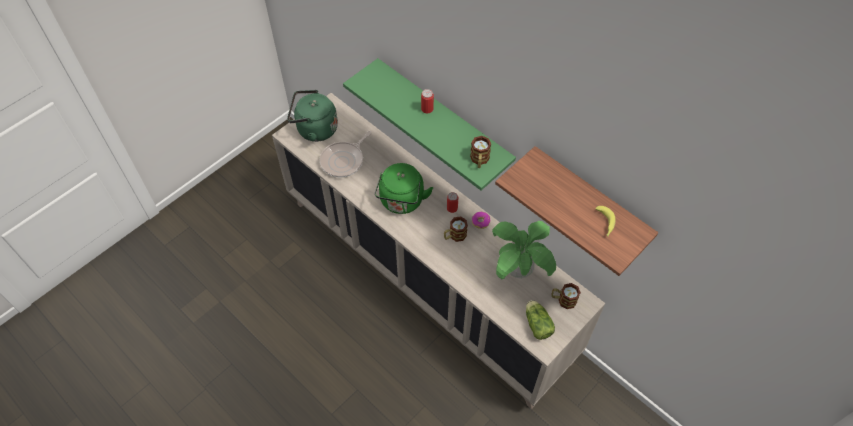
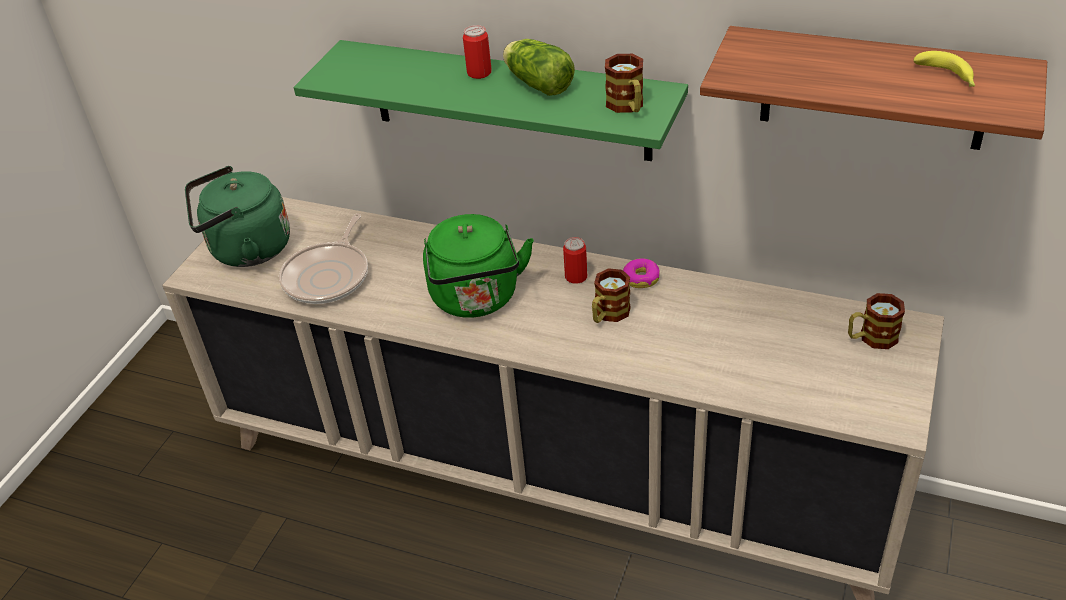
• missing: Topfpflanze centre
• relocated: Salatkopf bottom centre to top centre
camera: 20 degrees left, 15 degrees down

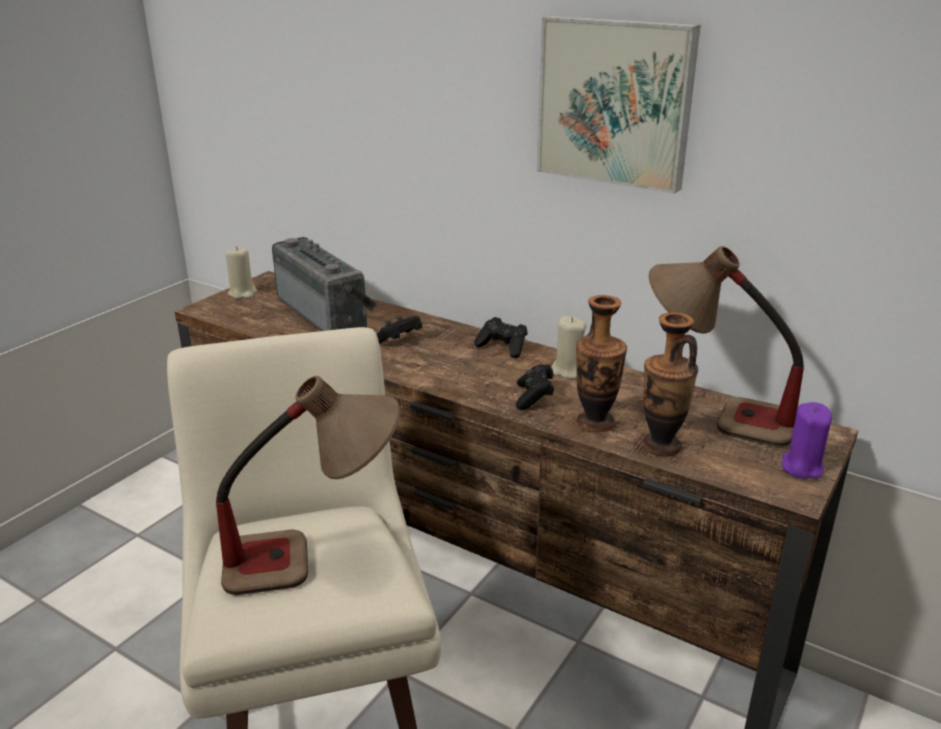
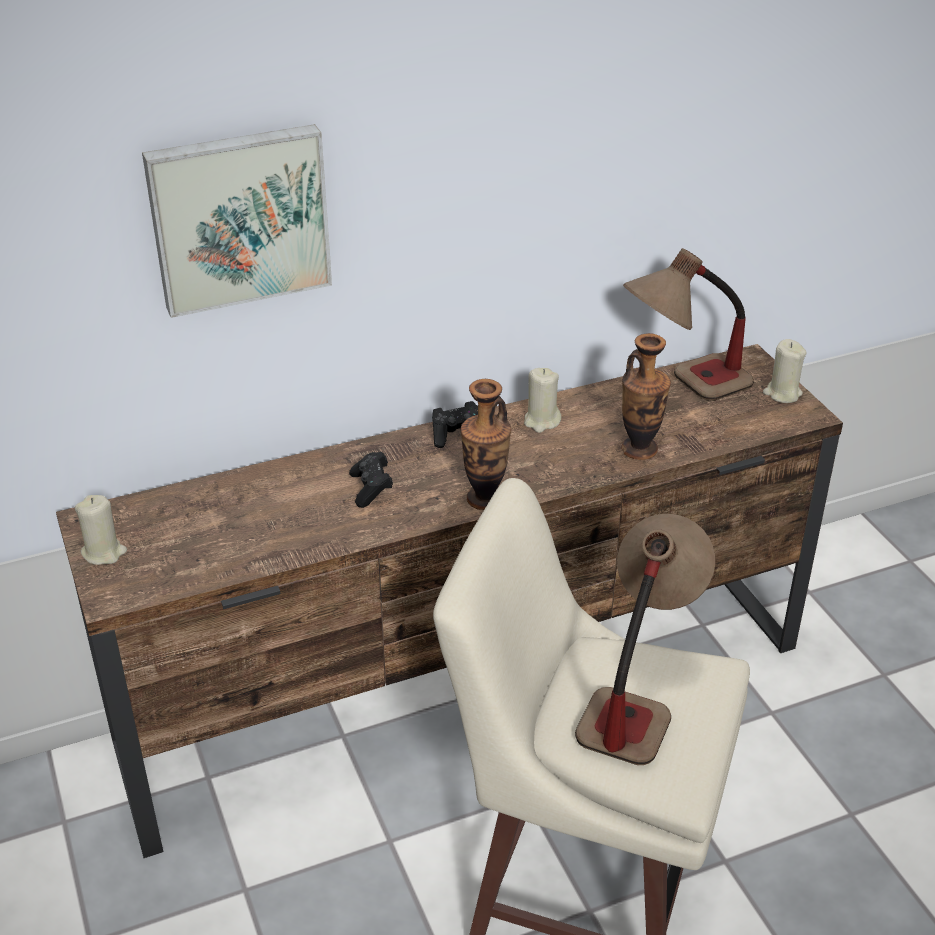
• relocated: Bild top centre to top left
• missing: Radio centre
• relocated: Vase (no. 2 from left in the first image) middle right to Vase (no. 1 from left) centre
• missing: Gamepad/schwarz (no. 3 from left) centre
• colour: Kerze/lila middle right to Kerze/beige (no. 3 from left) middle right
camera: 55 degrees left, 10 degrees up

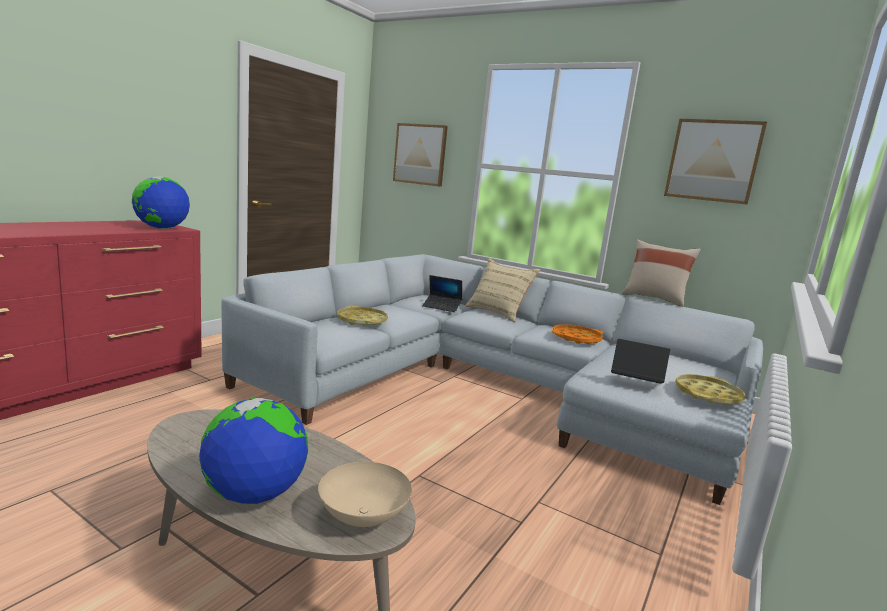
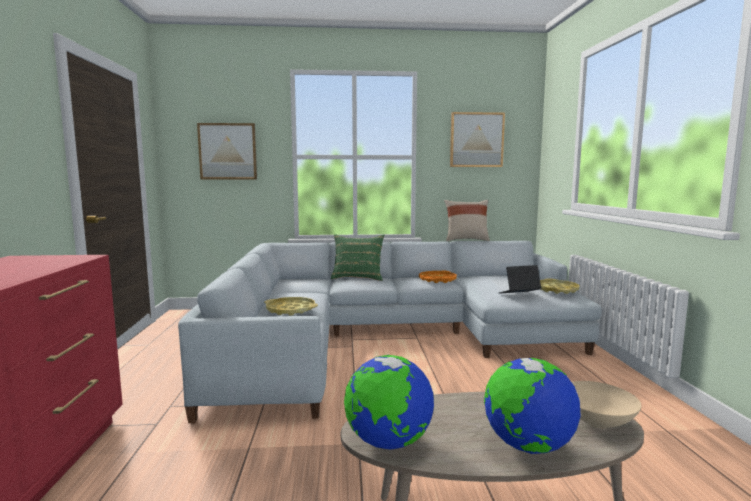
• relocated: Globus (no. 1 from left) top left to bottom centre
• colour: Kissen/beige (no. 1 from left) centre to Kissen/grün centre
• missing: Laptop (no. 1 from left) centre
camera: 35 degrees left, 5 degrees down

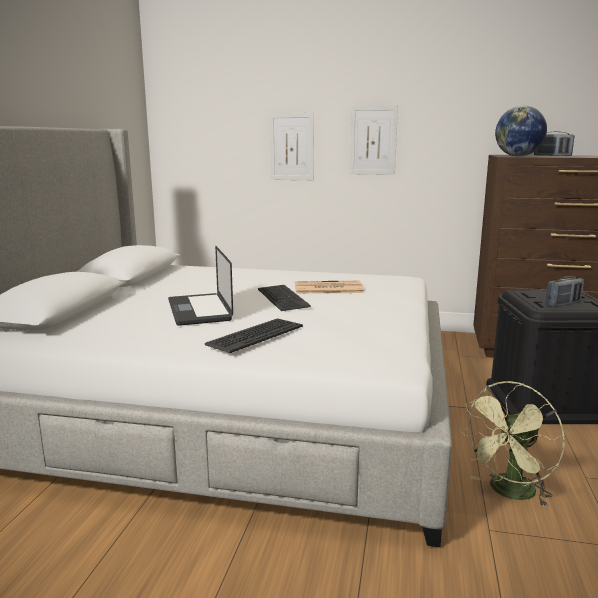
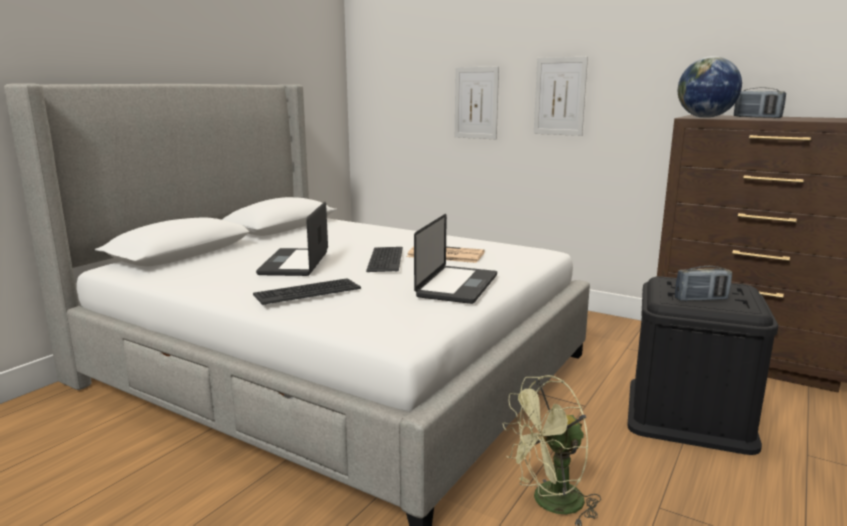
• appeared: Laptop (no. 2 from left) centre
camera: 20 degrees right, 0 degrees up

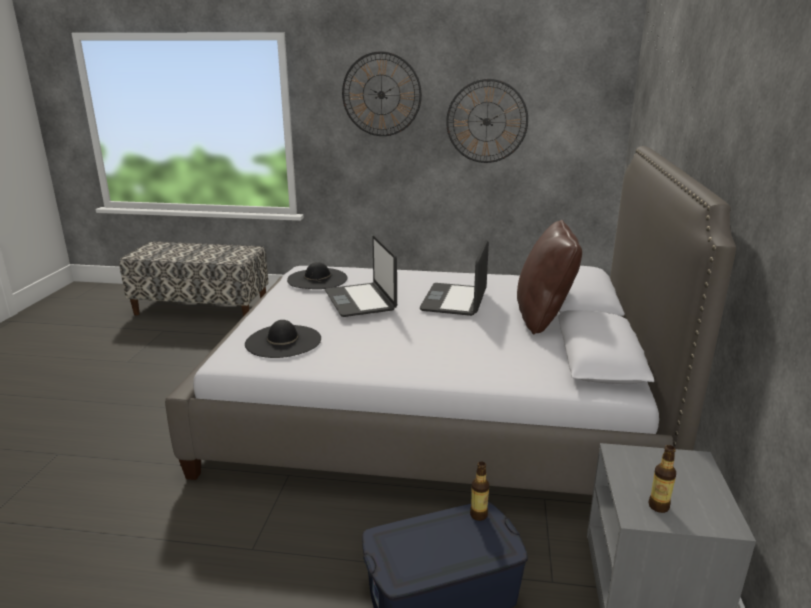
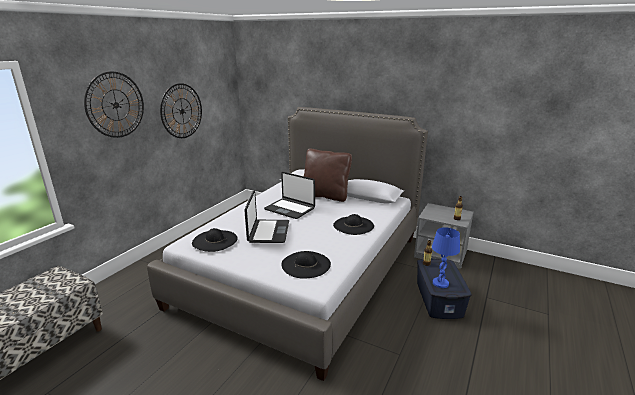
• spun: Laptop (no. 1 from left) centre = centre 90 degrees counterclockwise
• appeared: Hut/schwarz (no. 3 from left) centre
• appeared: Tischlampe/blau middle right
camera: 70 degrees left, 0 degrees up

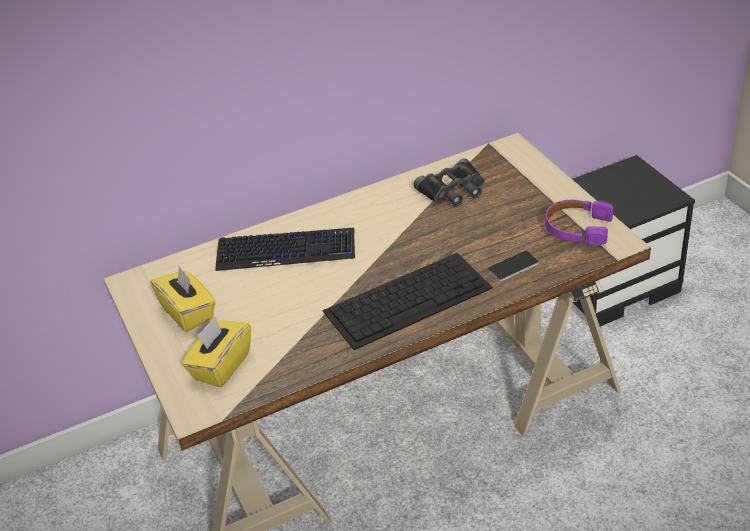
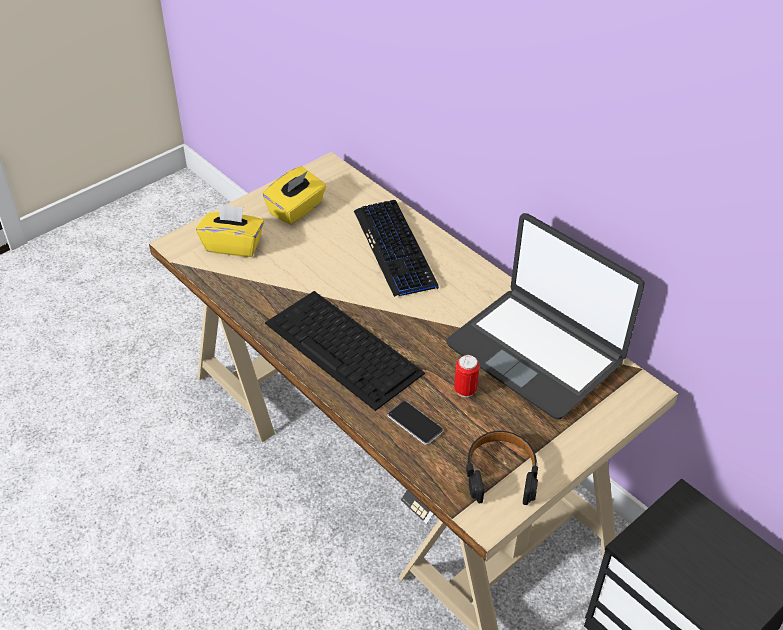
• exchanged: Fernglas/schwarz centre to Laptop middle right
• colour: Kopfhörer/lila middle right to Kopfhörer/schwarz bottom centre
• appeared: Dose centre
camera: 70 degrees right, 5 degrees up

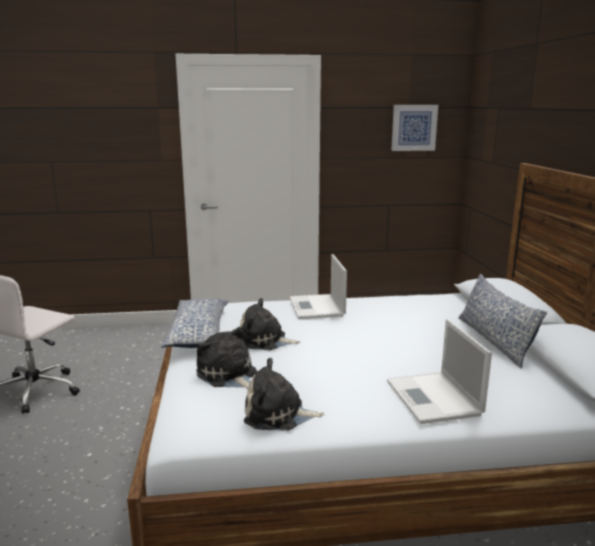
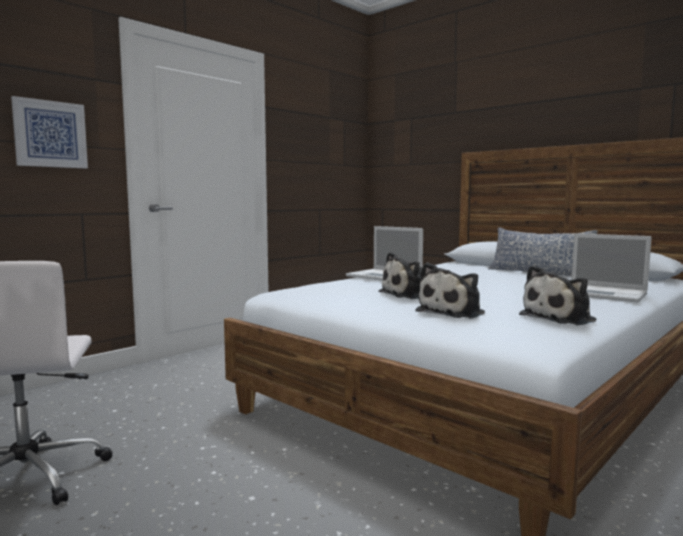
• relocated: Bild top right to top left
• missing: Kissen (no. 1 from left) middle left
• spun: Plüschtier (no. 1 from left in the first image) centre = centre 60 degrees counterclockwise
camera: 40 degrees left, 10 degrees down

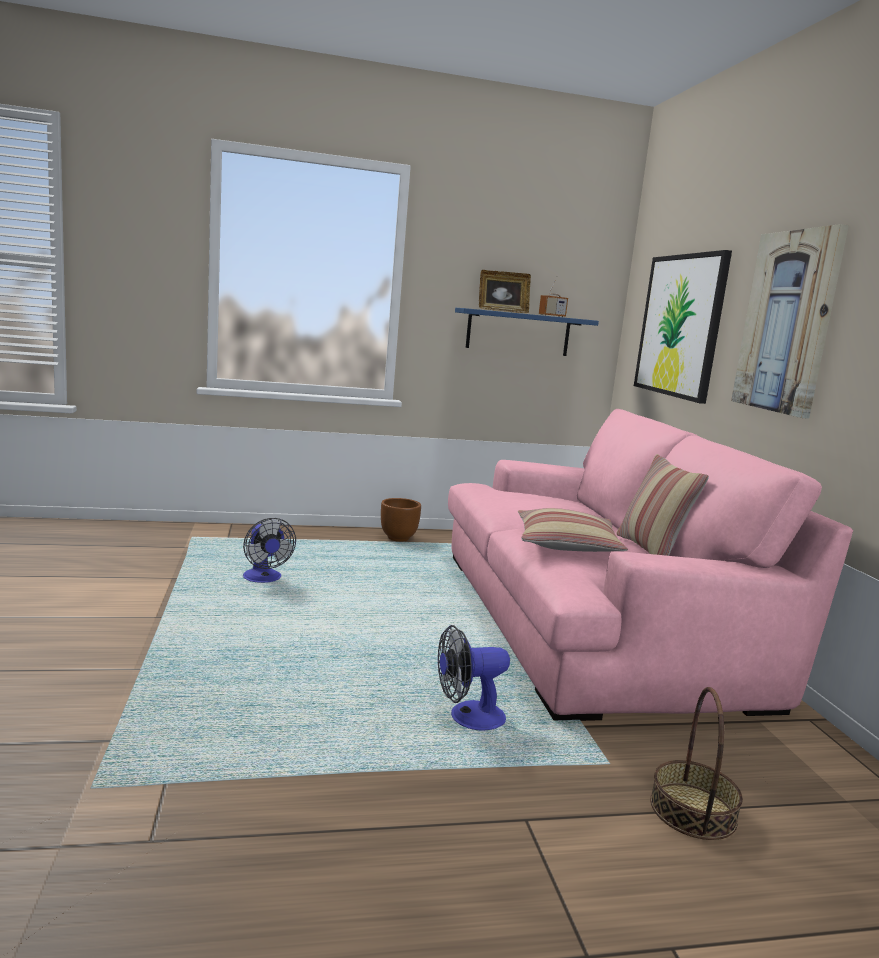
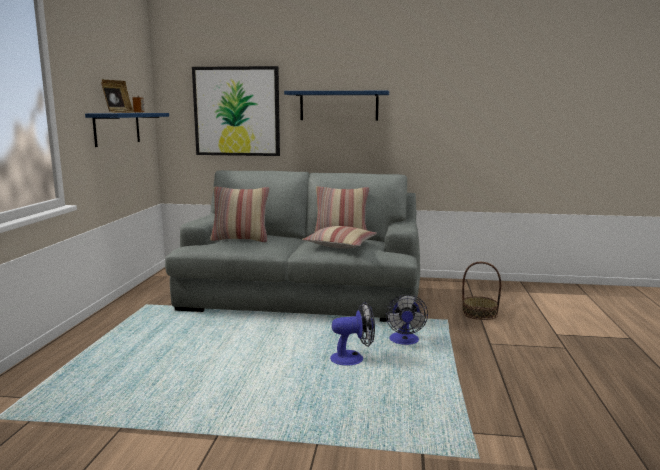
• exchanged: Bild (no. 2 from left) middle right to Wandregal/blau (no. 2 from left) top centre
• colour: Sofa/rosa middle right to Sofa/grau centre
• missing: Pflanzkübel/braun centre
• relocated: Ventilator (no. 1 from left) middle left to bottom centre
• appeared: Kissen (no. 1 from left) centre
camera: 70 degrees left, 0 degrees up

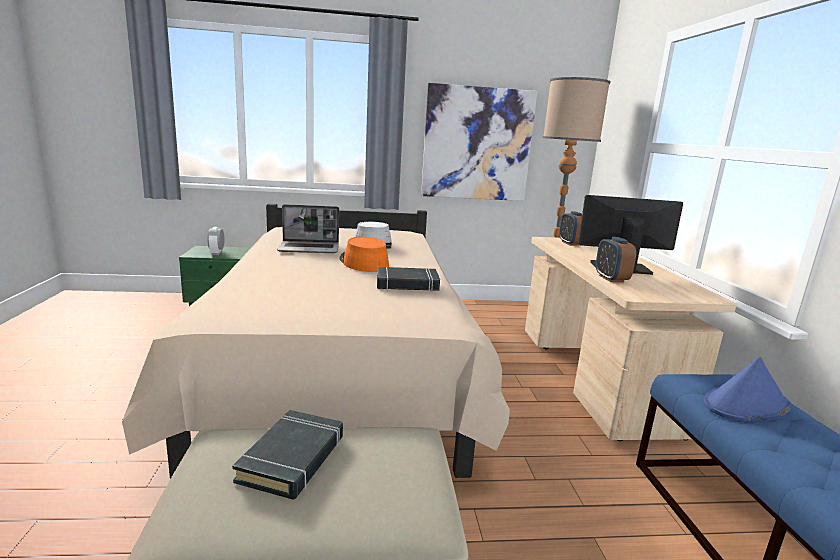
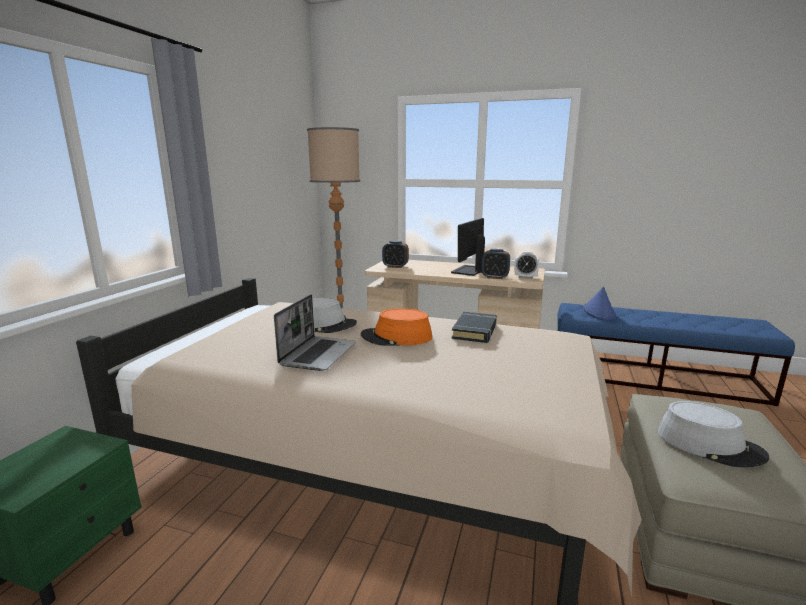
• missing: Bild top centre
• relocated: Wecker (no. 1 from left in the first image) middle left to Wecker (no. 3 from left) centre
• exchanged: Buch/schwarz (no. 1 from left) bottom centre to Hut/grau (no. 2 from left) bottom right
camera: 65 degrees left, 0 degrees up

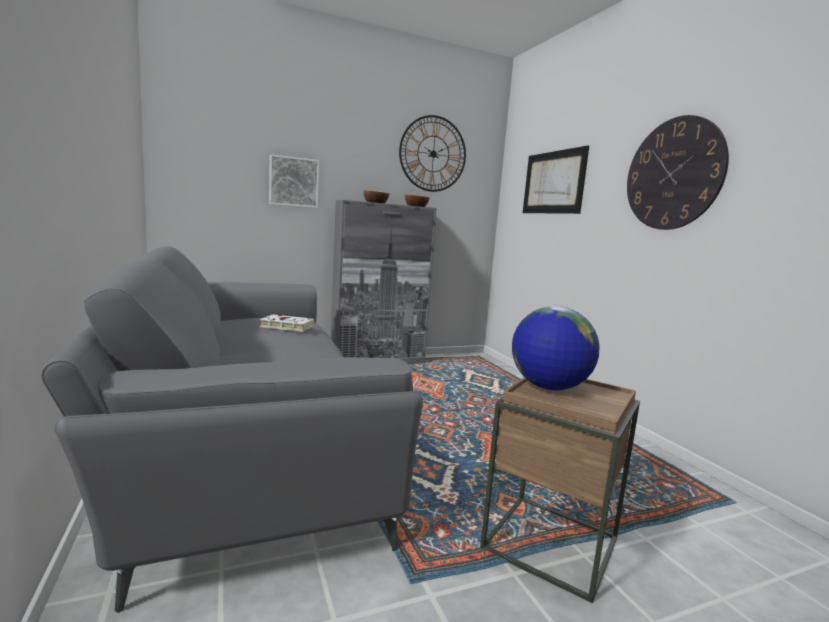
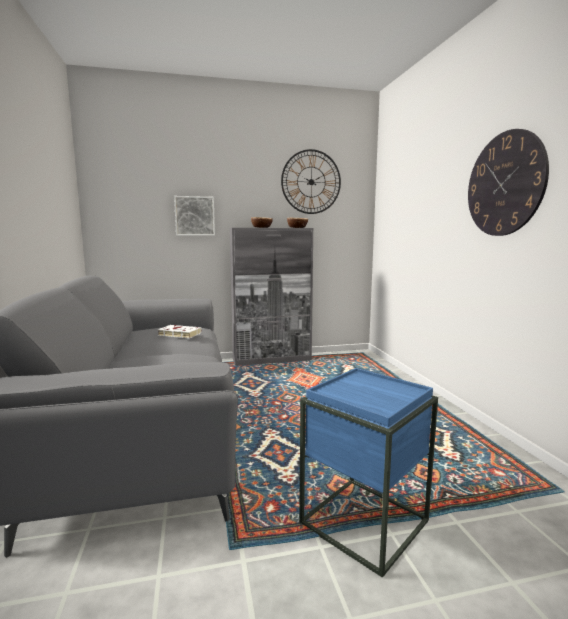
• missing: Bild (no. 2 from left) top right
• missing: Globus middle right
• colour: Beistelltisch/braun bottom right to Beistelltisch/blau bottom centre
camera: 10 degrees right, 0 degrees up

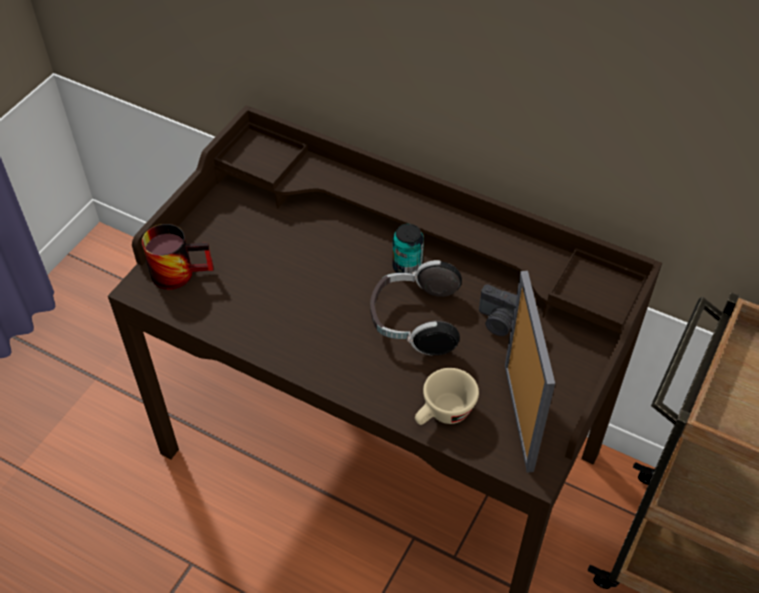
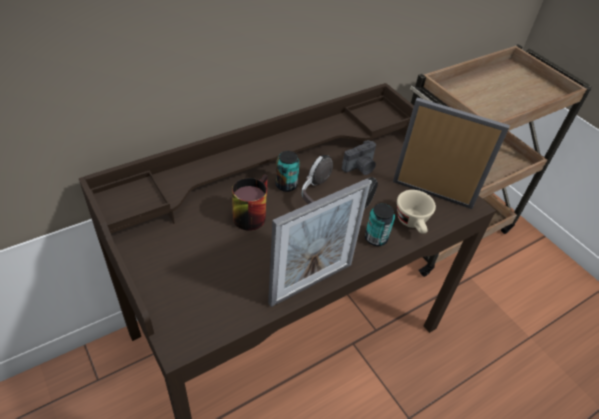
• relocated: Henkelbecher middle left to centre
• appeared: Bilderrahmen (no. 1 from left) centre
• appeared: Dose (no. 2 from left) centre
camera: 65 degrees left, 5 degrees down

